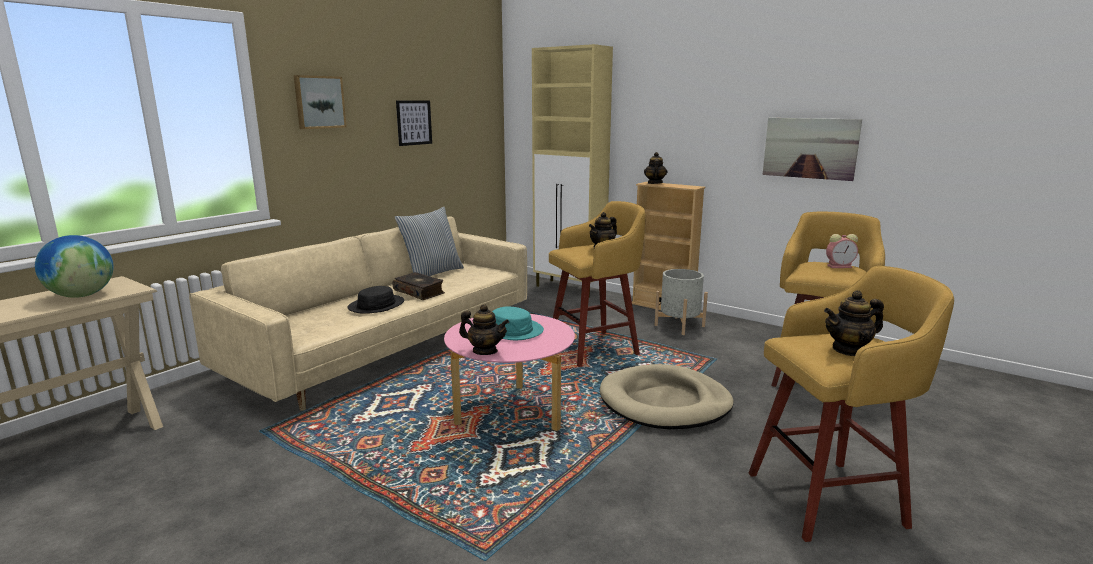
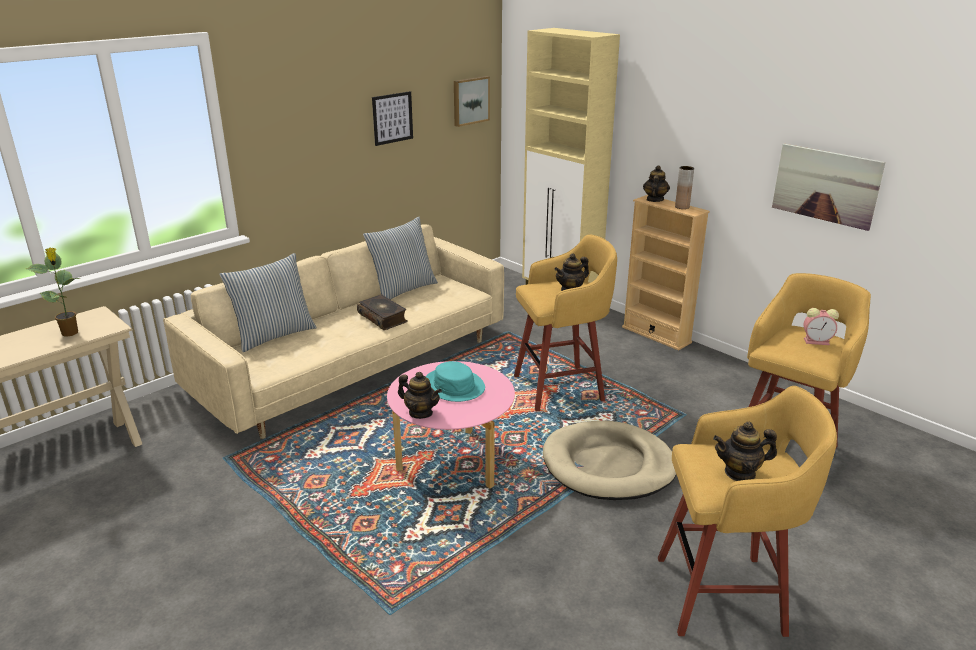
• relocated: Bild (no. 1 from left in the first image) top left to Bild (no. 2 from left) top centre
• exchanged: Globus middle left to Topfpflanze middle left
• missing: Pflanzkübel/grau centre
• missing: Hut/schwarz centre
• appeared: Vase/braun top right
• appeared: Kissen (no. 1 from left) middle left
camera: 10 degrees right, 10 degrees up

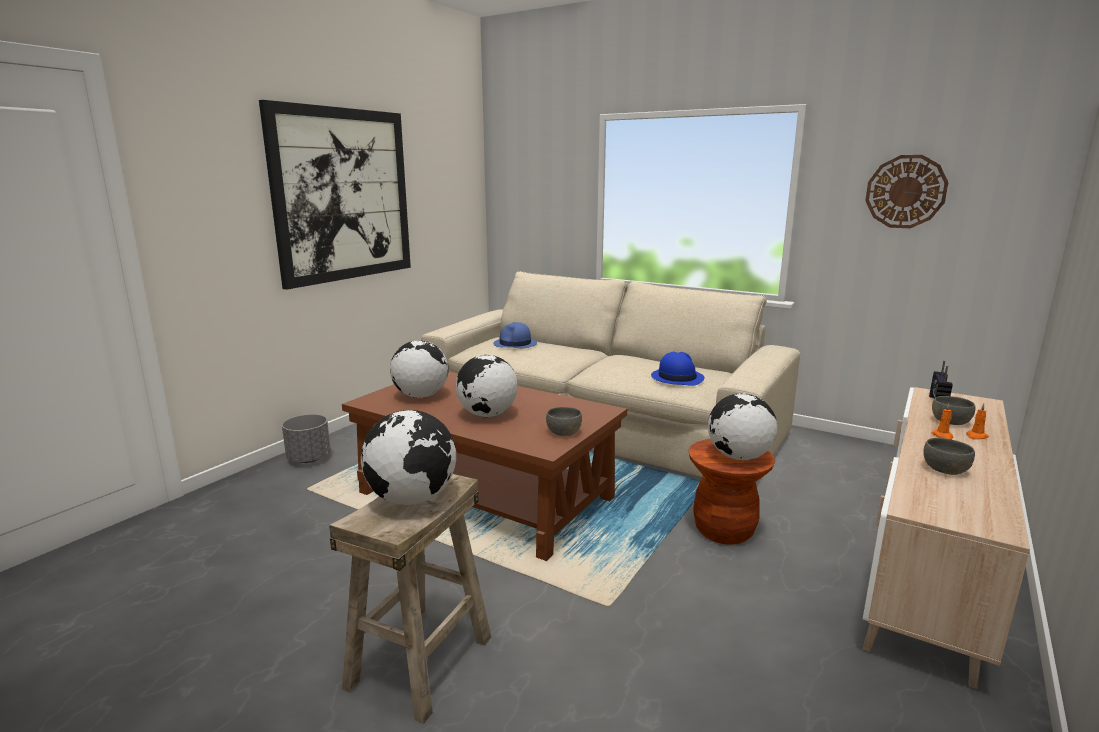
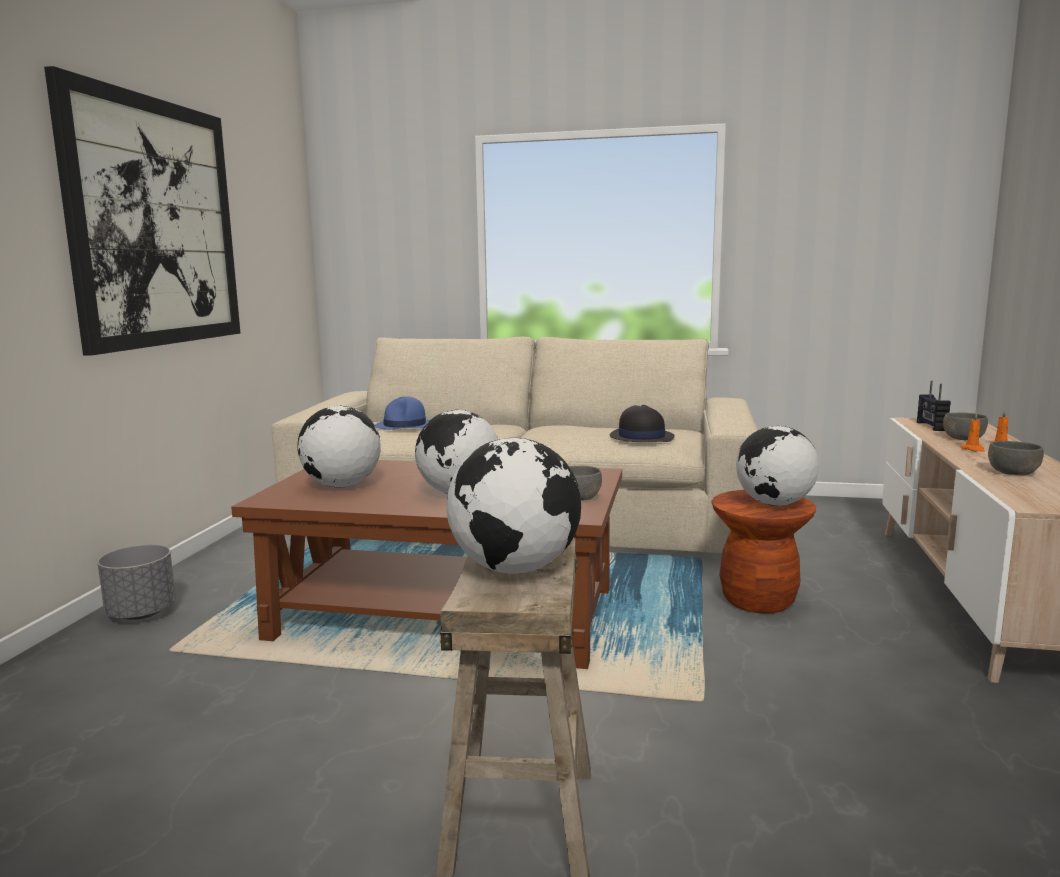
• missing: Wanduhr top right
• colour: Hut/blau (no. 2 from left) centre to Hut/schwarz centre
camera: 20 degrees left, 5 degrees down

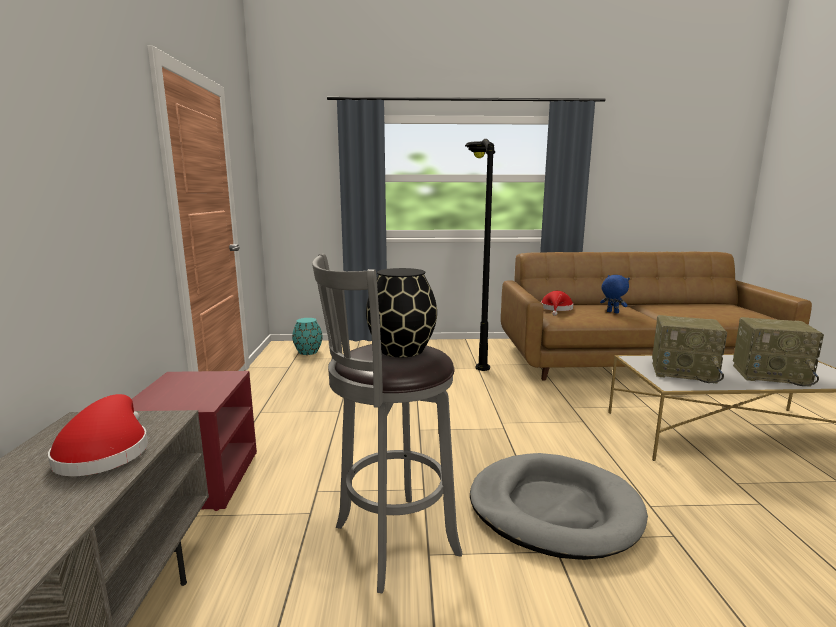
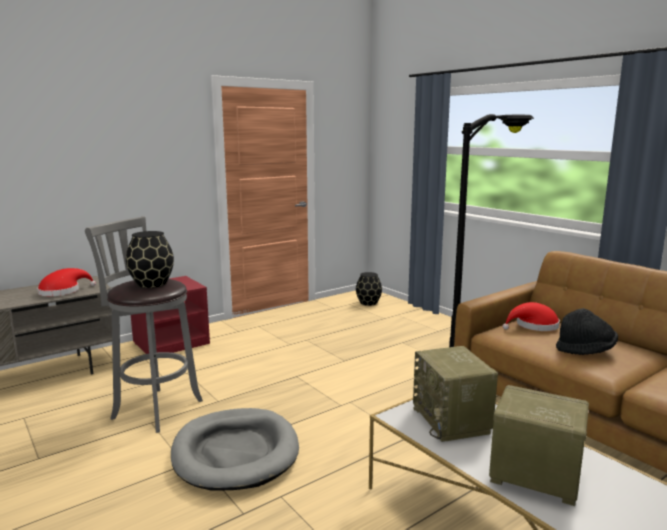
• exchanged: Plüschtier/blau middle right to Hut/schwarz middle right
• spun: Radio (no. 2 from left) middle right = bottom right 135 degrees clockwise
• colour: Vase/türkis centre to Vase/schwarz (no. 2 from left) centre
camera: 55 degrees right, 0 degrees up

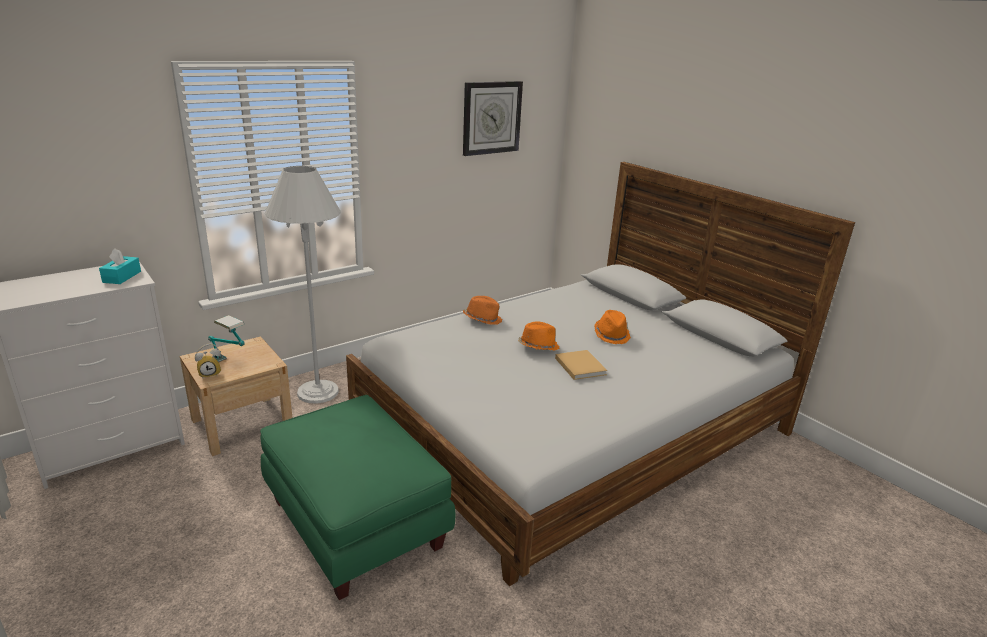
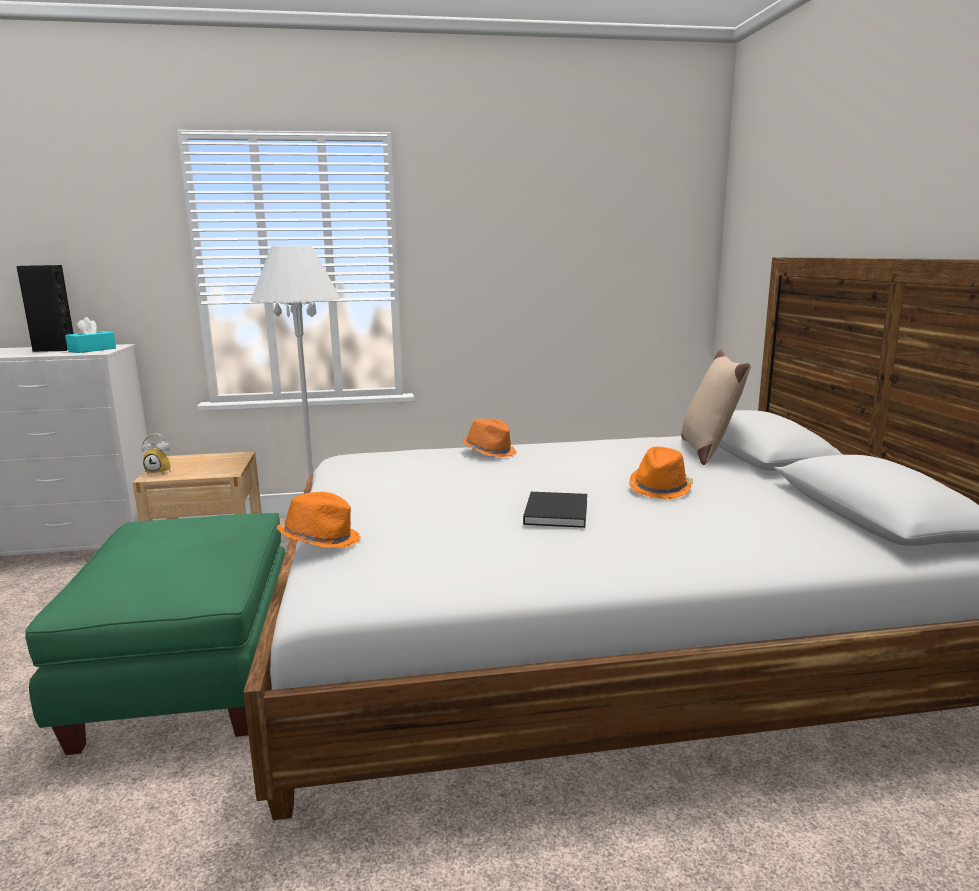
• missing: Wanduhr top centre
• missing: Tischlampe middle left
• relocated: Hut/orange (no. 2 from left in the first image) centre to Hut/orange (no. 1 from left) middle left
• colour: Buch/beige centre to Buch/schwarz centre
• appeared: Lautsprecher/schwarz middle left
• appeared: Kissen/beige middle right
camera: 30 degrees right, 10 degrees down

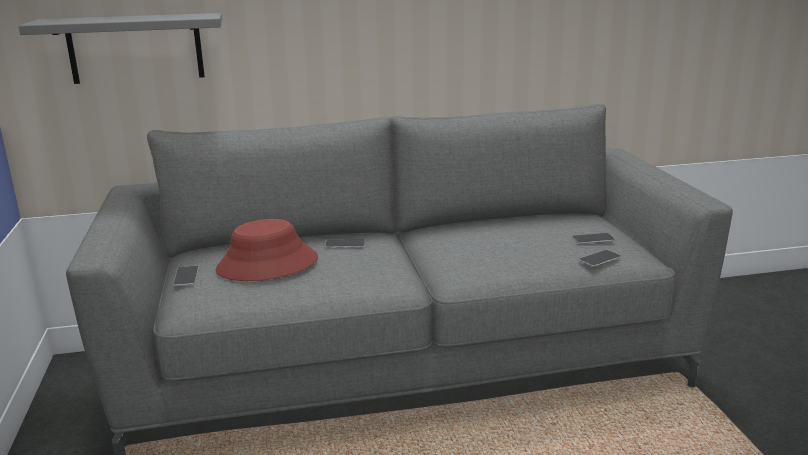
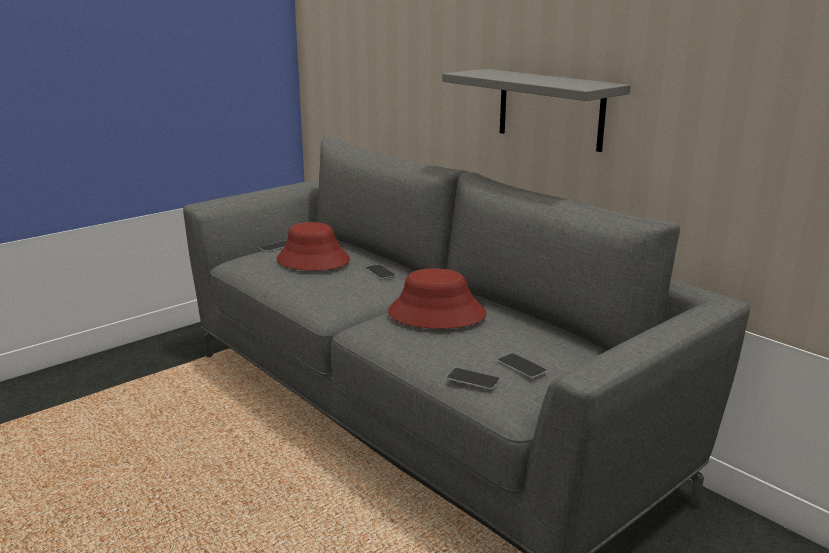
• relocated: Wandregal/grau top left to top centre
• appeared: Hut/rot (no. 2 from left) centre
camera: 60 degrees right, 0 degrees up

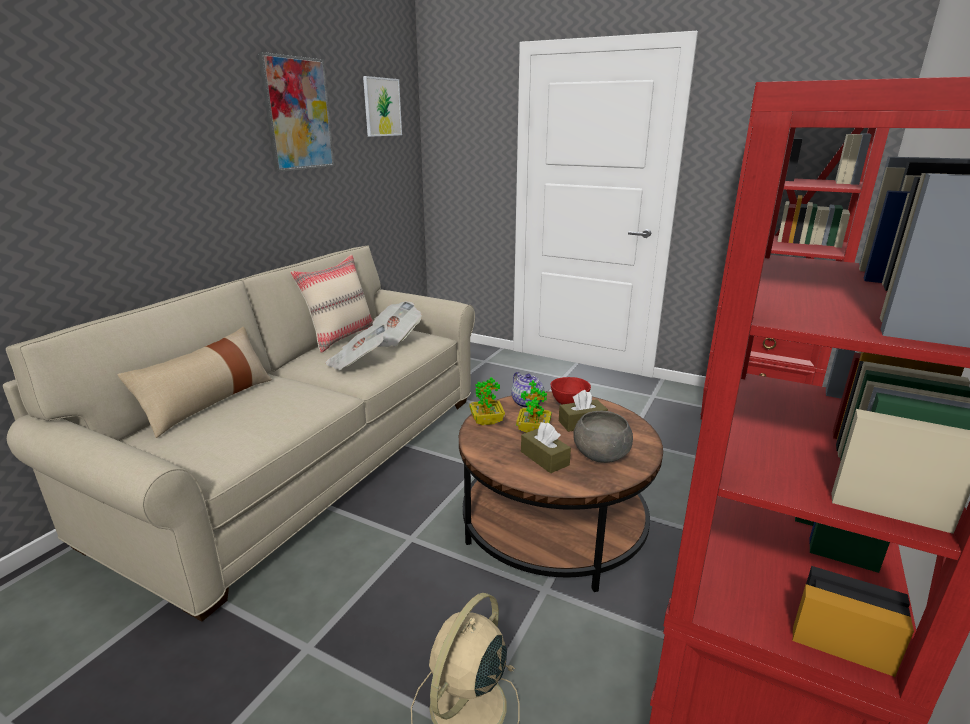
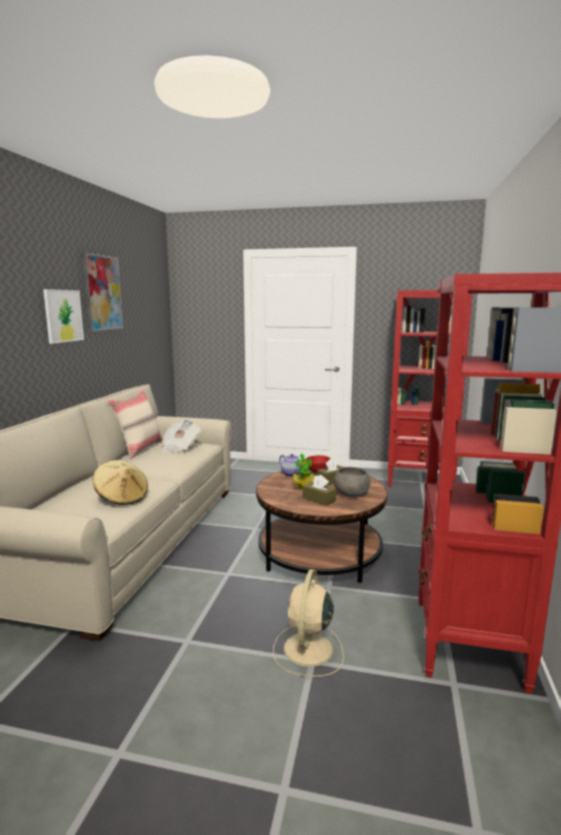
• relocated: Bild (no. 2 from left in the first image) top centre to Bild (no. 1 from left) middle left
• missing: Zeitung (no. 1 from left) centre
• missing: Kissen/beige (no. 1 from left) middle left
• missing: Topfpflanze (no. 1 from left) centre
• appeared: Hut/beige middle left
camera: 15 degrees left, 10 degrees down

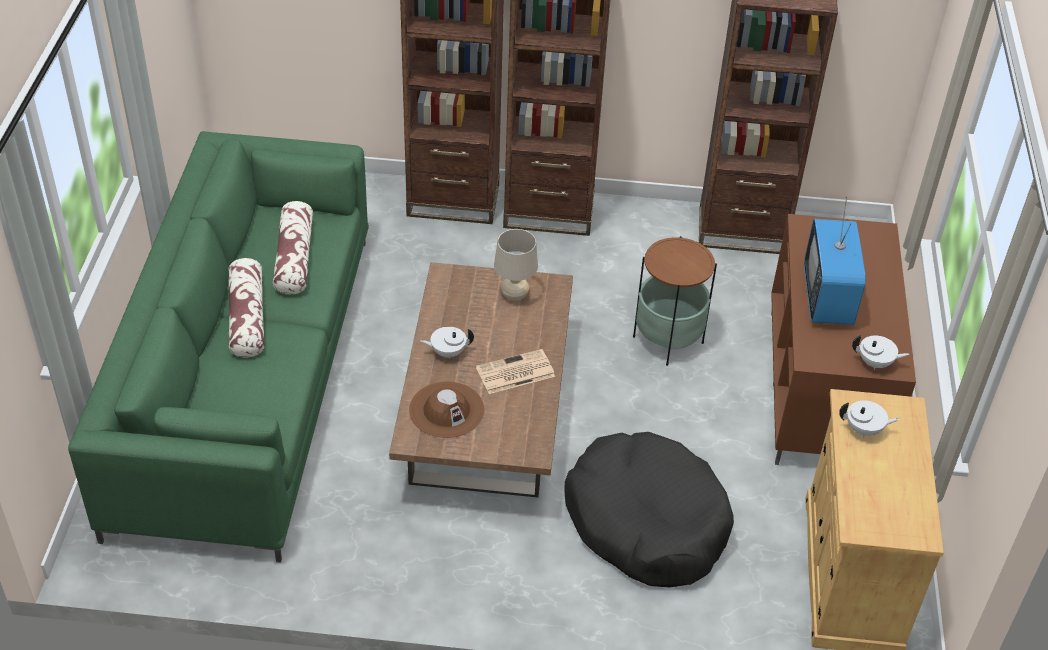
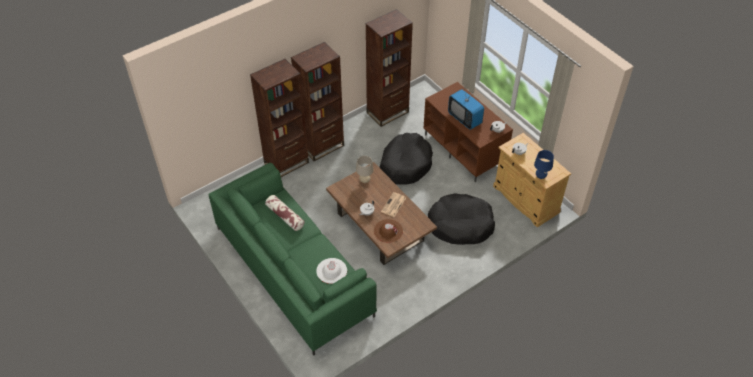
• exchanged: Beistelltisch centre to Hundebett/schwarz (no. 1 from left) centre
• missing: Kissen (no. 1 from left) middle left
• appeared: Tischlampe/blau middle right
• appeared: Hut/weiß bottom centre
camera: 40 degrees left, 5 degrees up

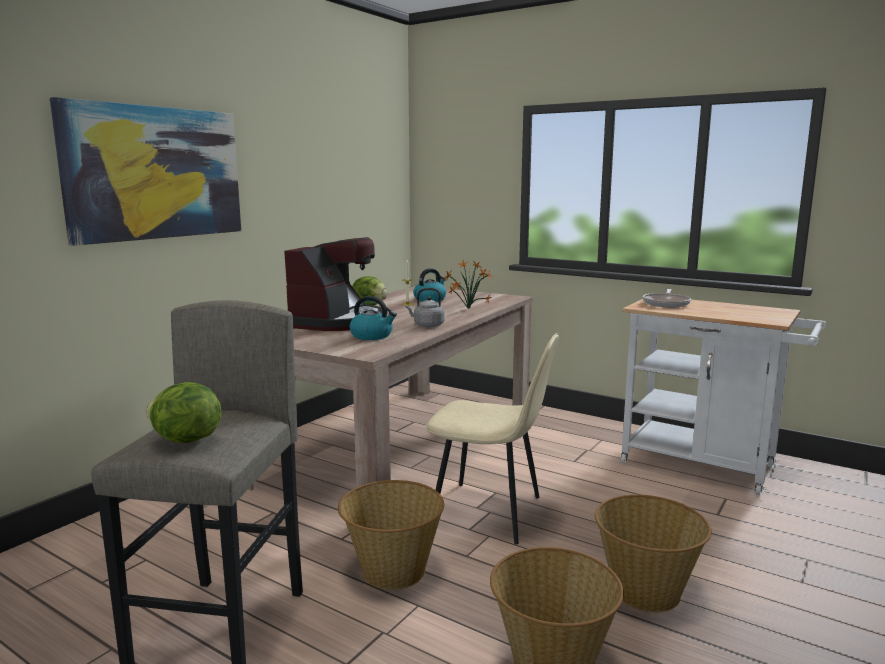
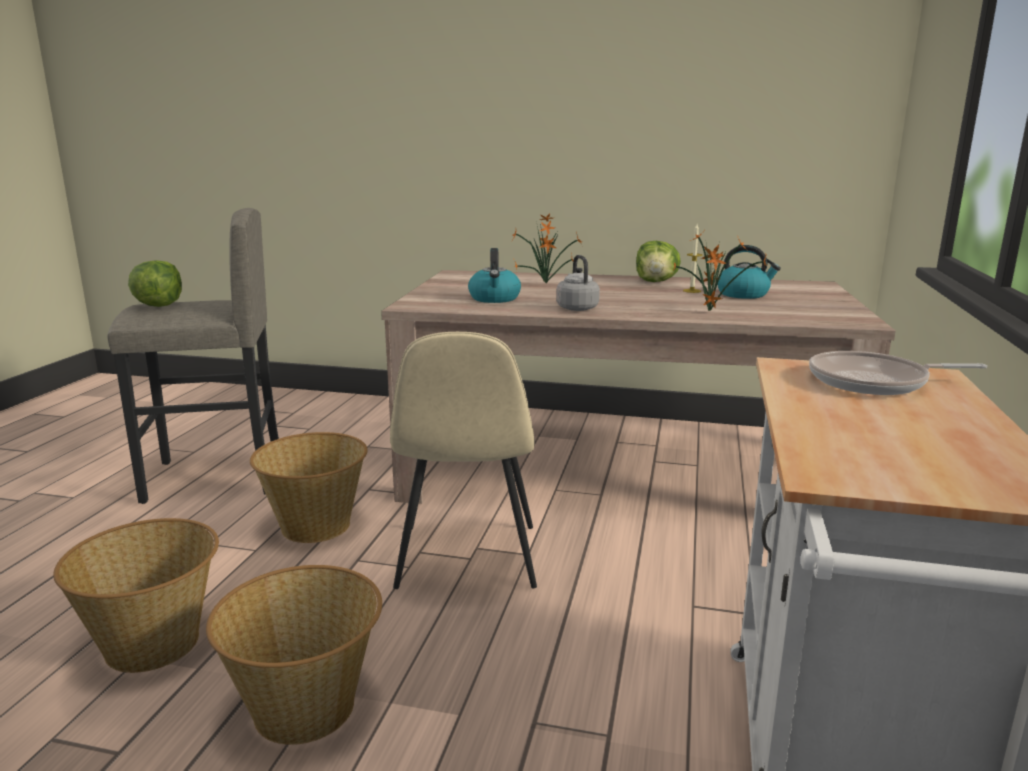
• missing: Bild top left
• exchanged: Kaffeemaschine centre to Topfpflanze (no. 1 from left) top centre
camera: 70 degrees right, 5 degrees up

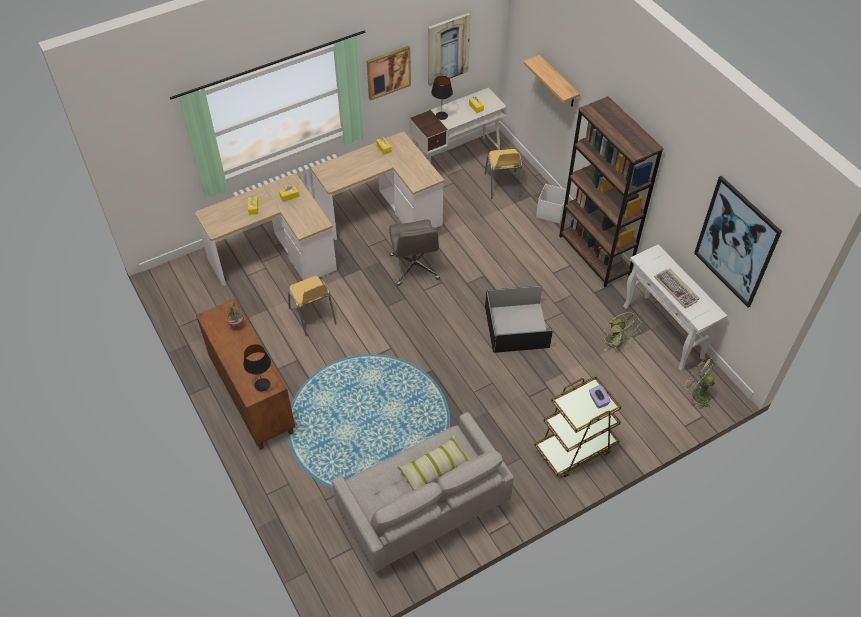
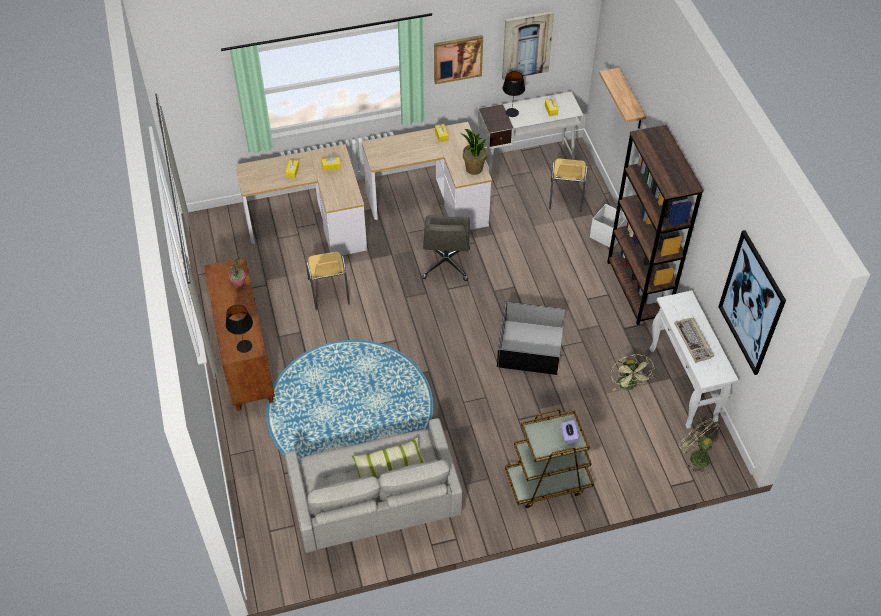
• appeared: Topfpflanze (no. 2 from left) top centre
camera: 15 degrees right, 0 degrees up

